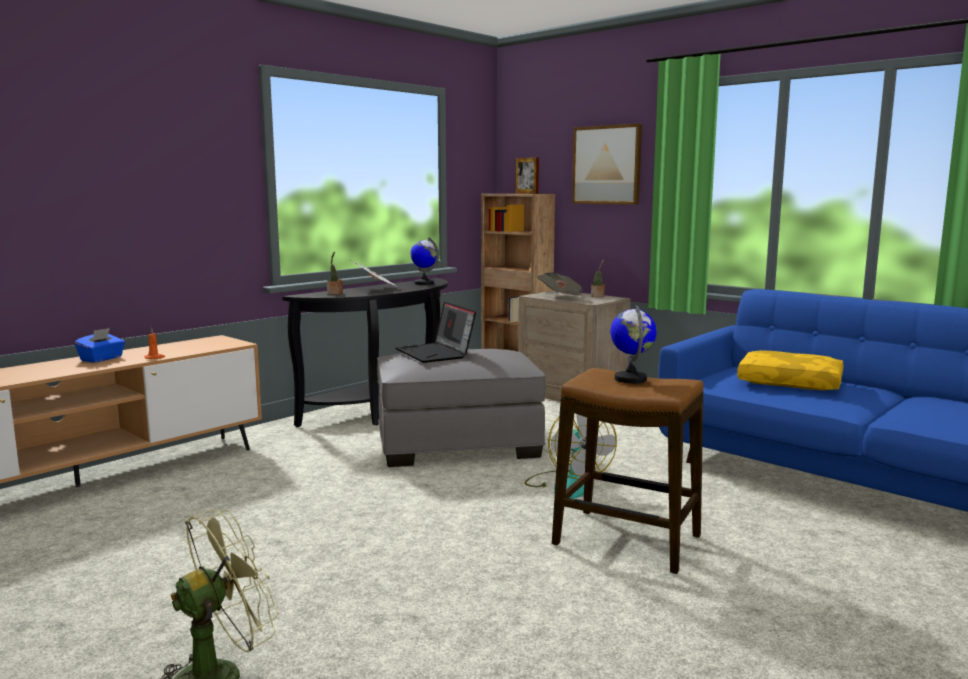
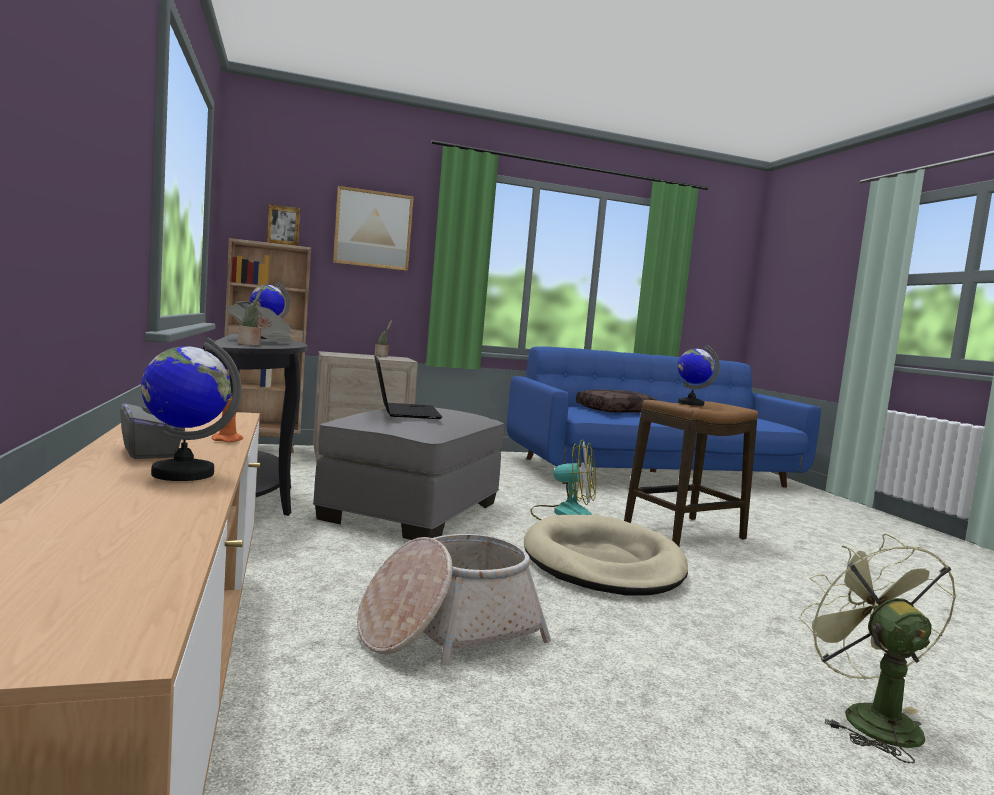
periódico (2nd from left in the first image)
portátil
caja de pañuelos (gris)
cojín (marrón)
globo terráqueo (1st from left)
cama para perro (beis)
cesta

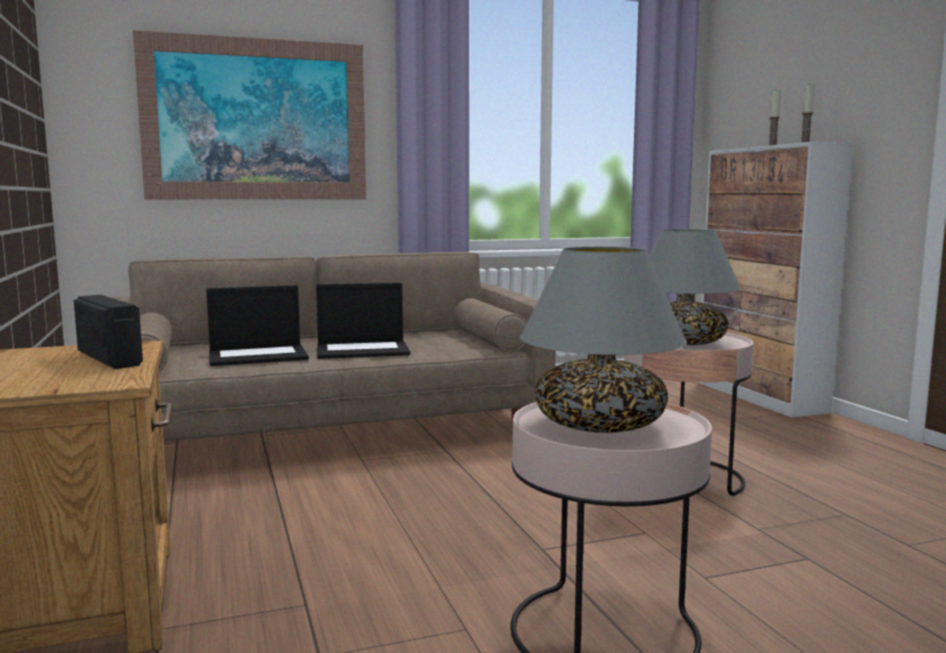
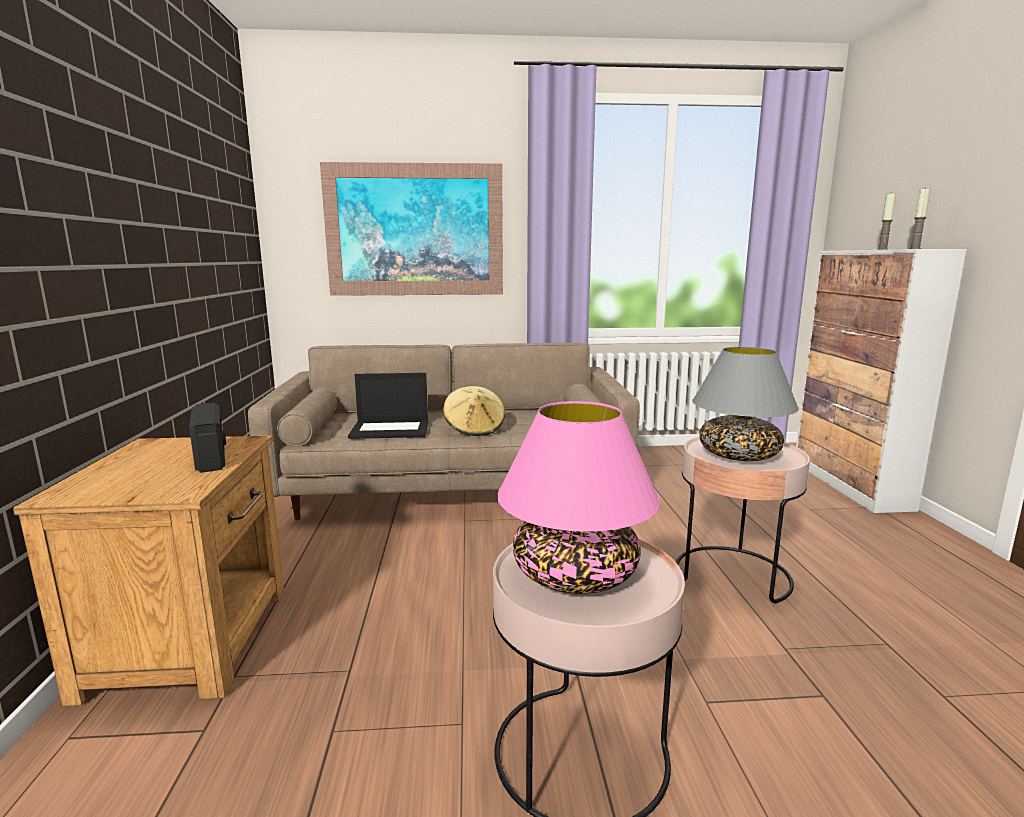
lámpara de mesa (rosa)
sombrero (beis)

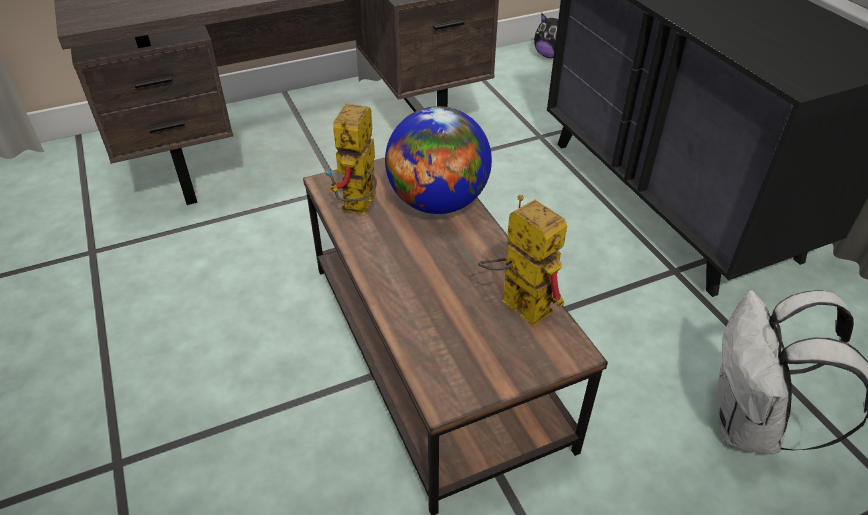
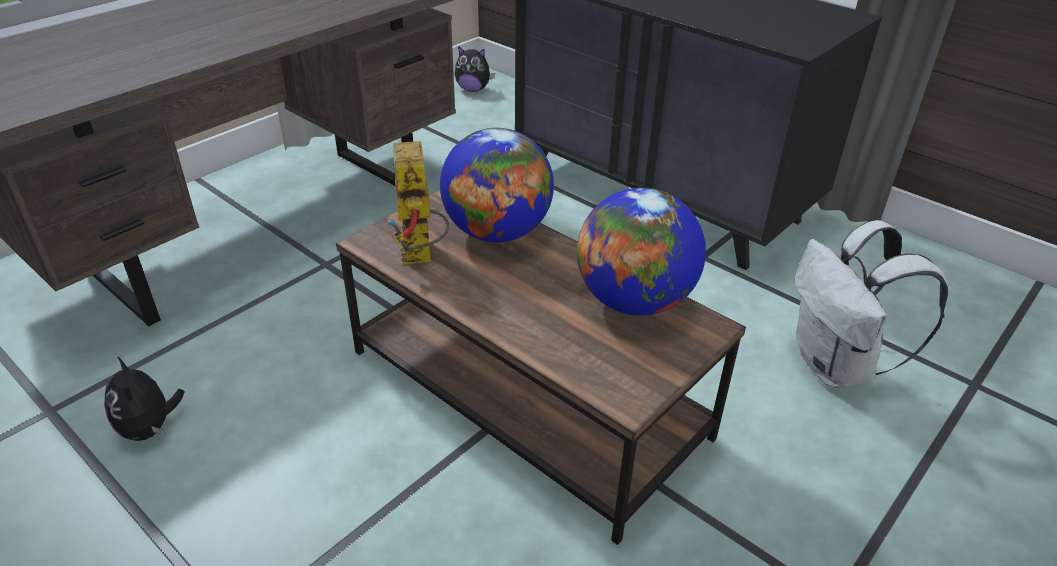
globo terráqueo (2nd from left)
peluche (1st from left)

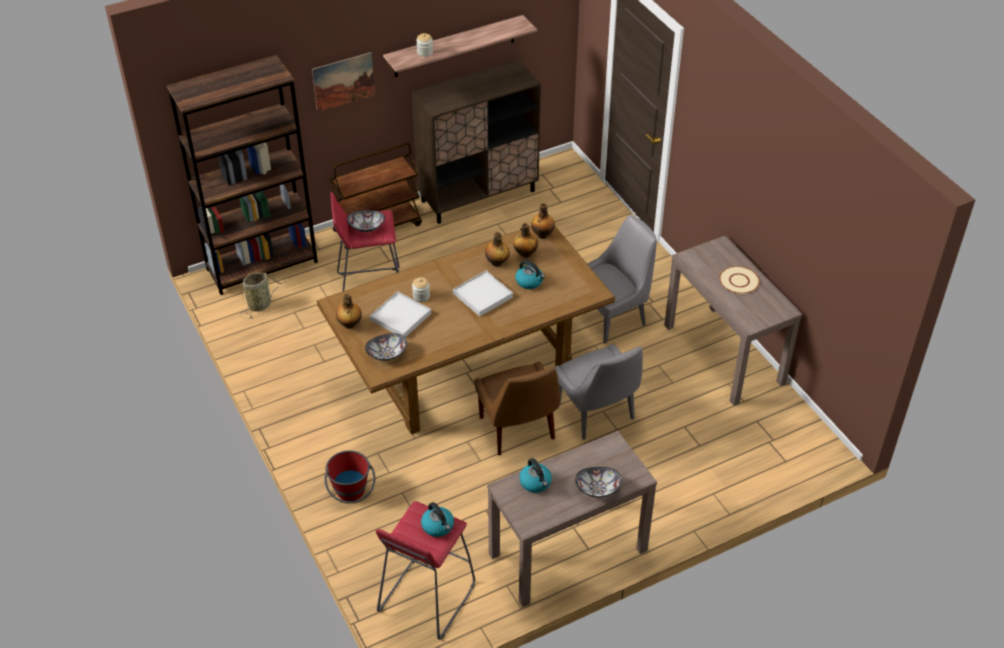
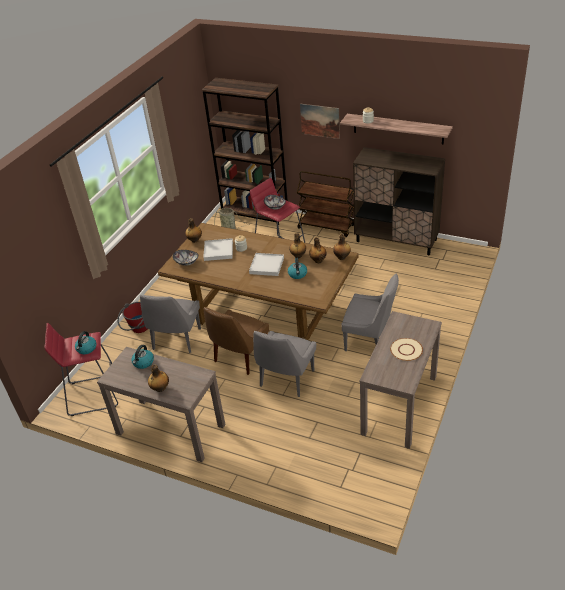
botella (1st from left)
silla (gris) (1st from left)

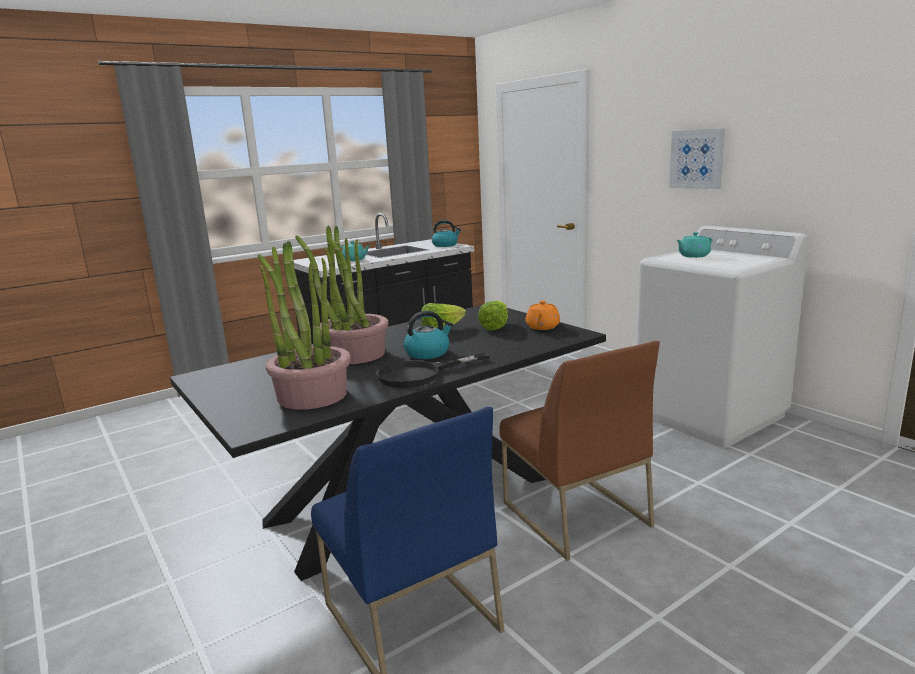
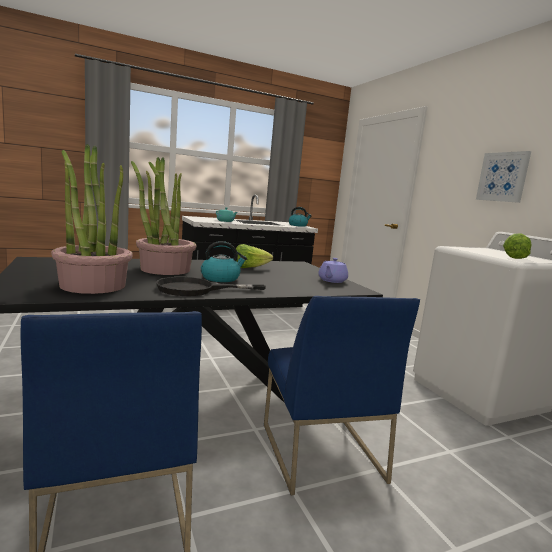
tetera (turquesa) (2nd from left in the first image)
lechuga (2nd from left)
tetera (morado)
silla (azul) (2nd from left)

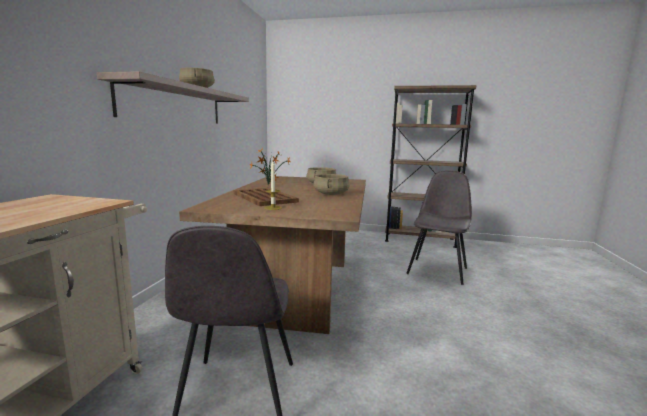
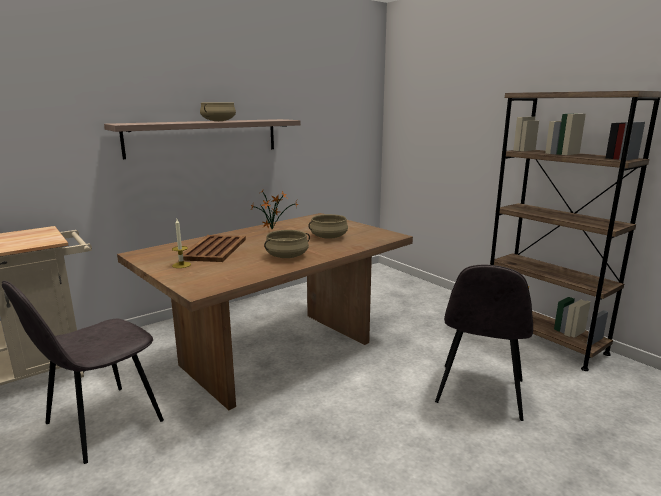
silla (gris) (2nd from left)

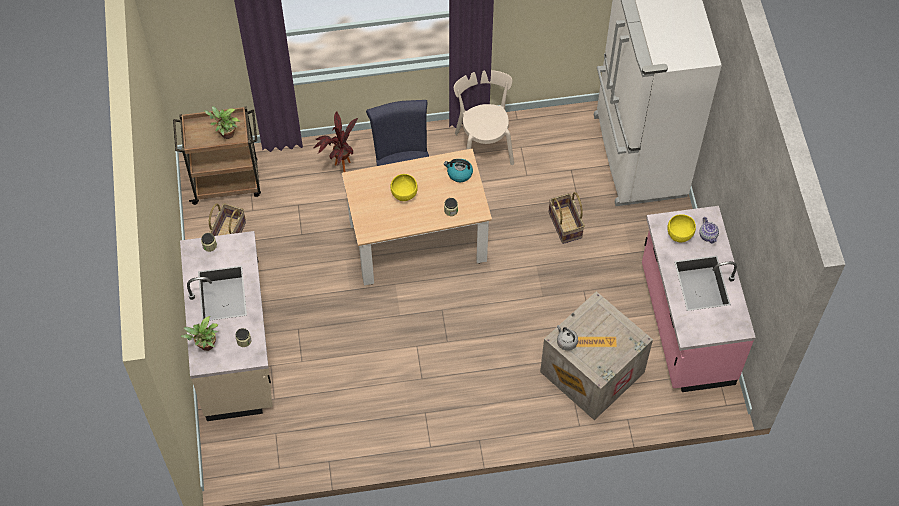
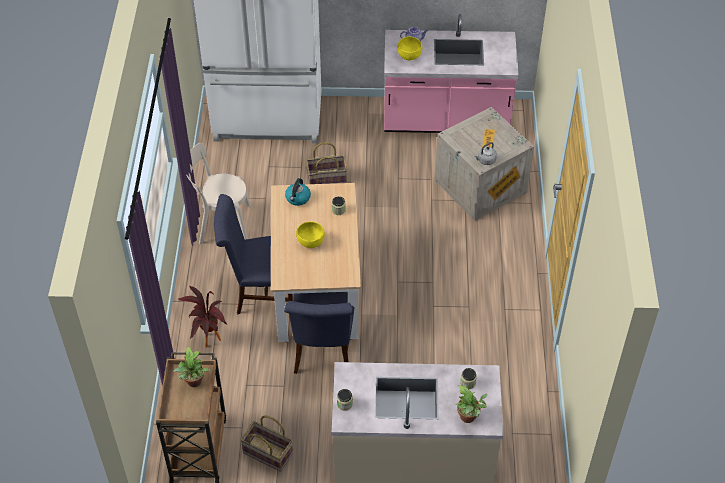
silla (azul) (2nd from left)

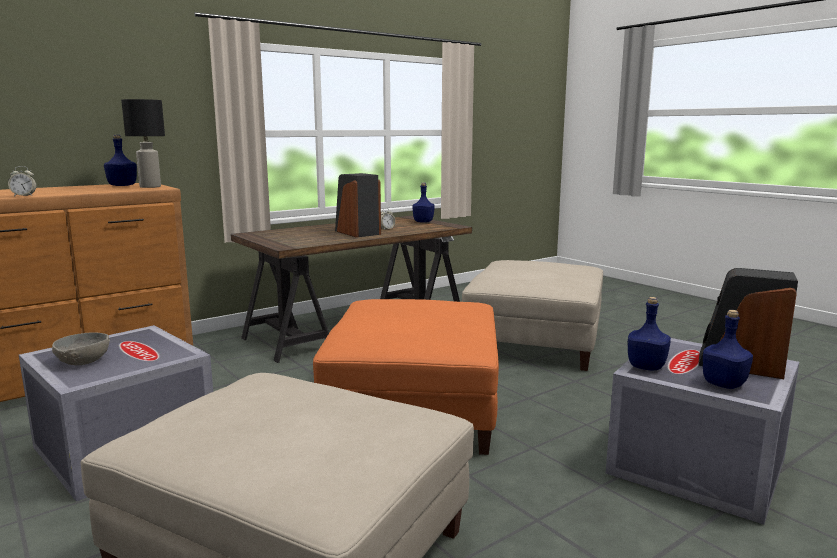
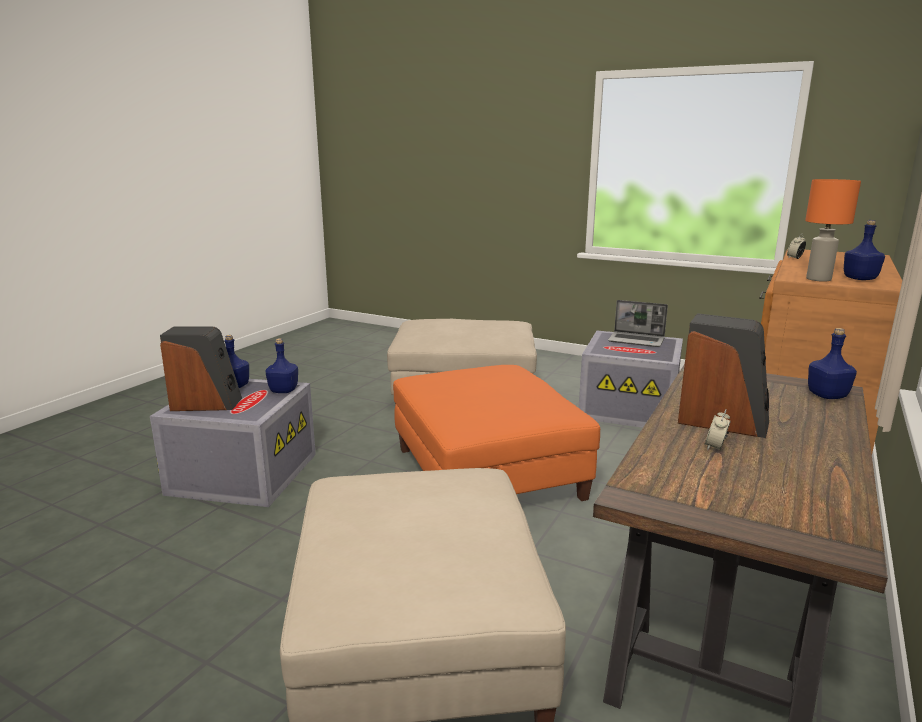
lámpara de mesa (naranja)
botella (azul) (3rd from left)
portátil

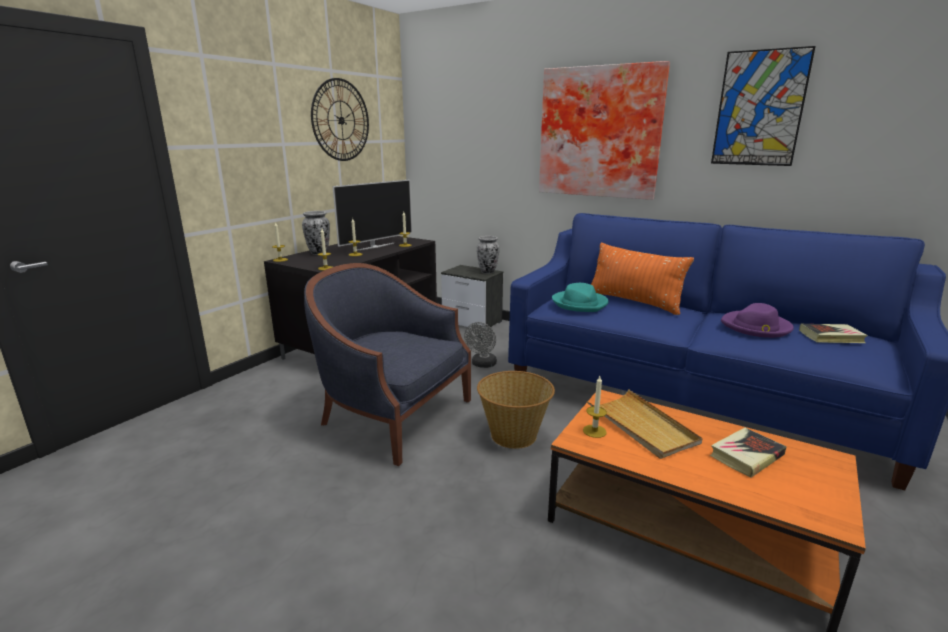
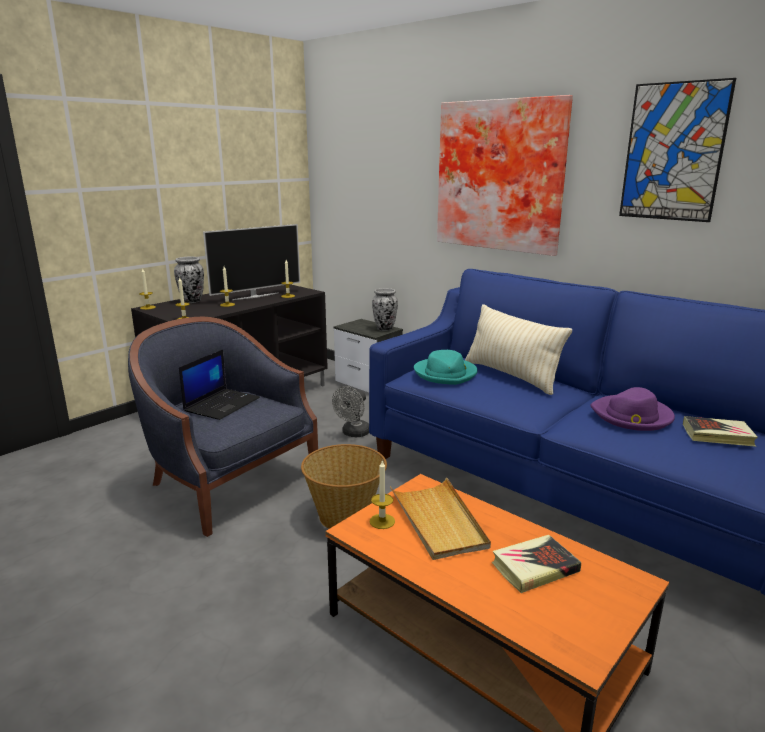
reloj de pared
cojín (beis)
portátil

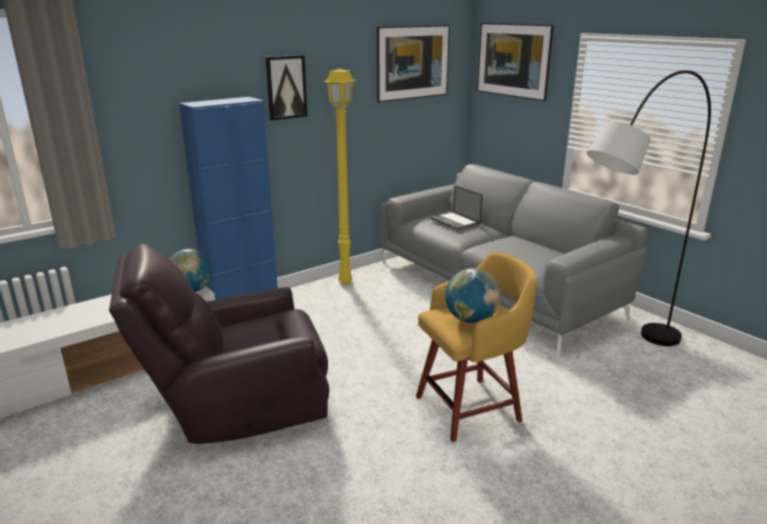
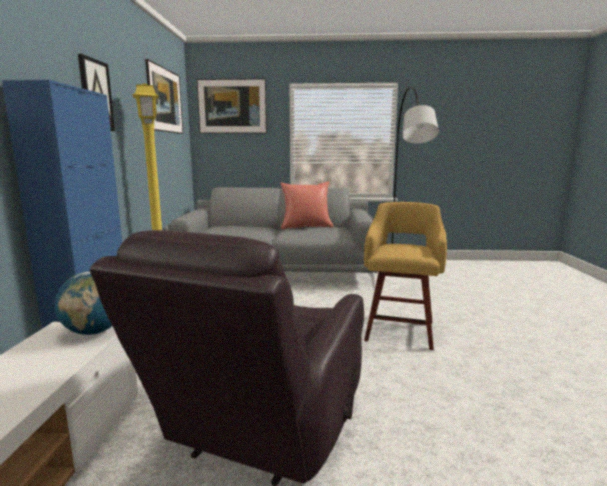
portátil
globo terráqueo (2nd from left in the first image)
cojín (rojo)

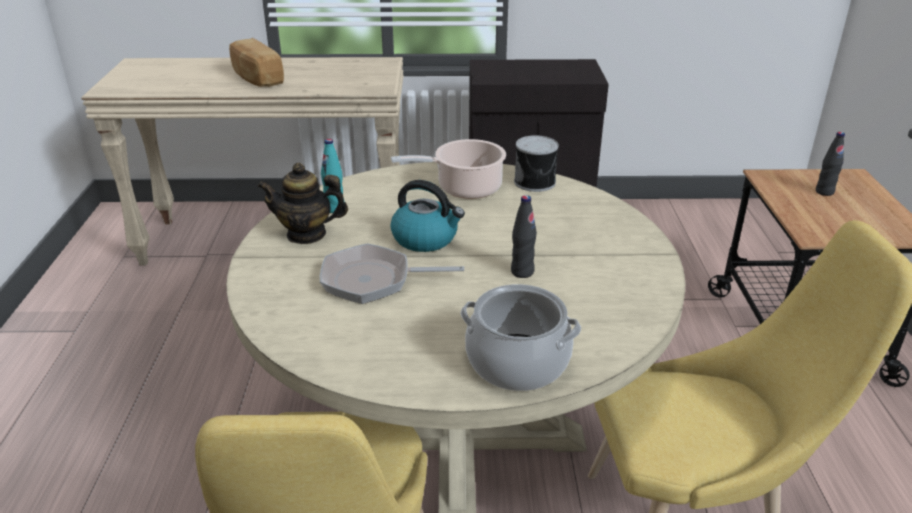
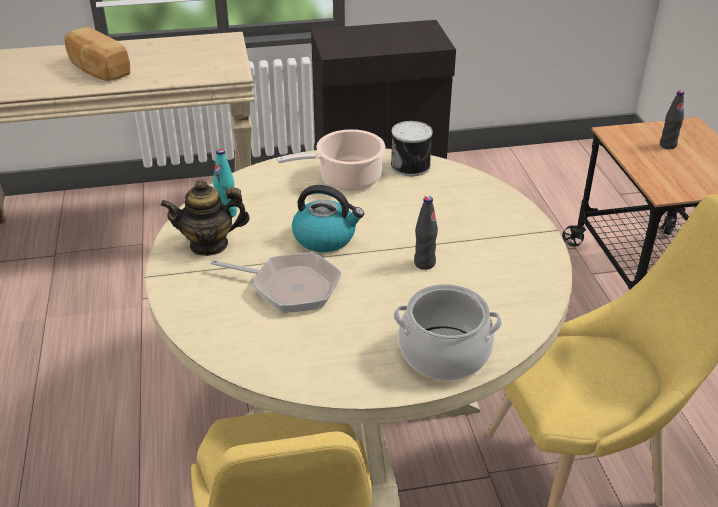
sartén

